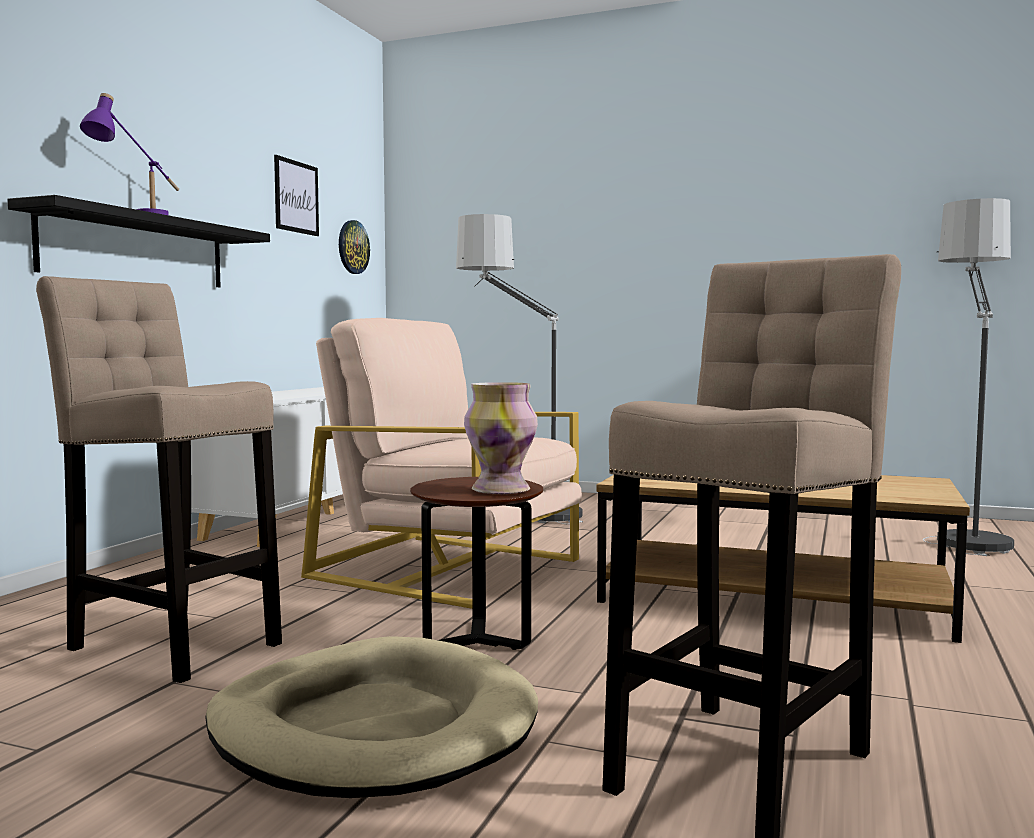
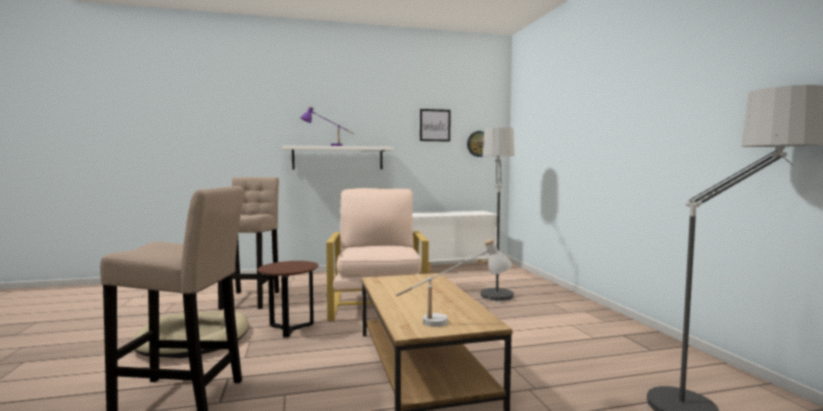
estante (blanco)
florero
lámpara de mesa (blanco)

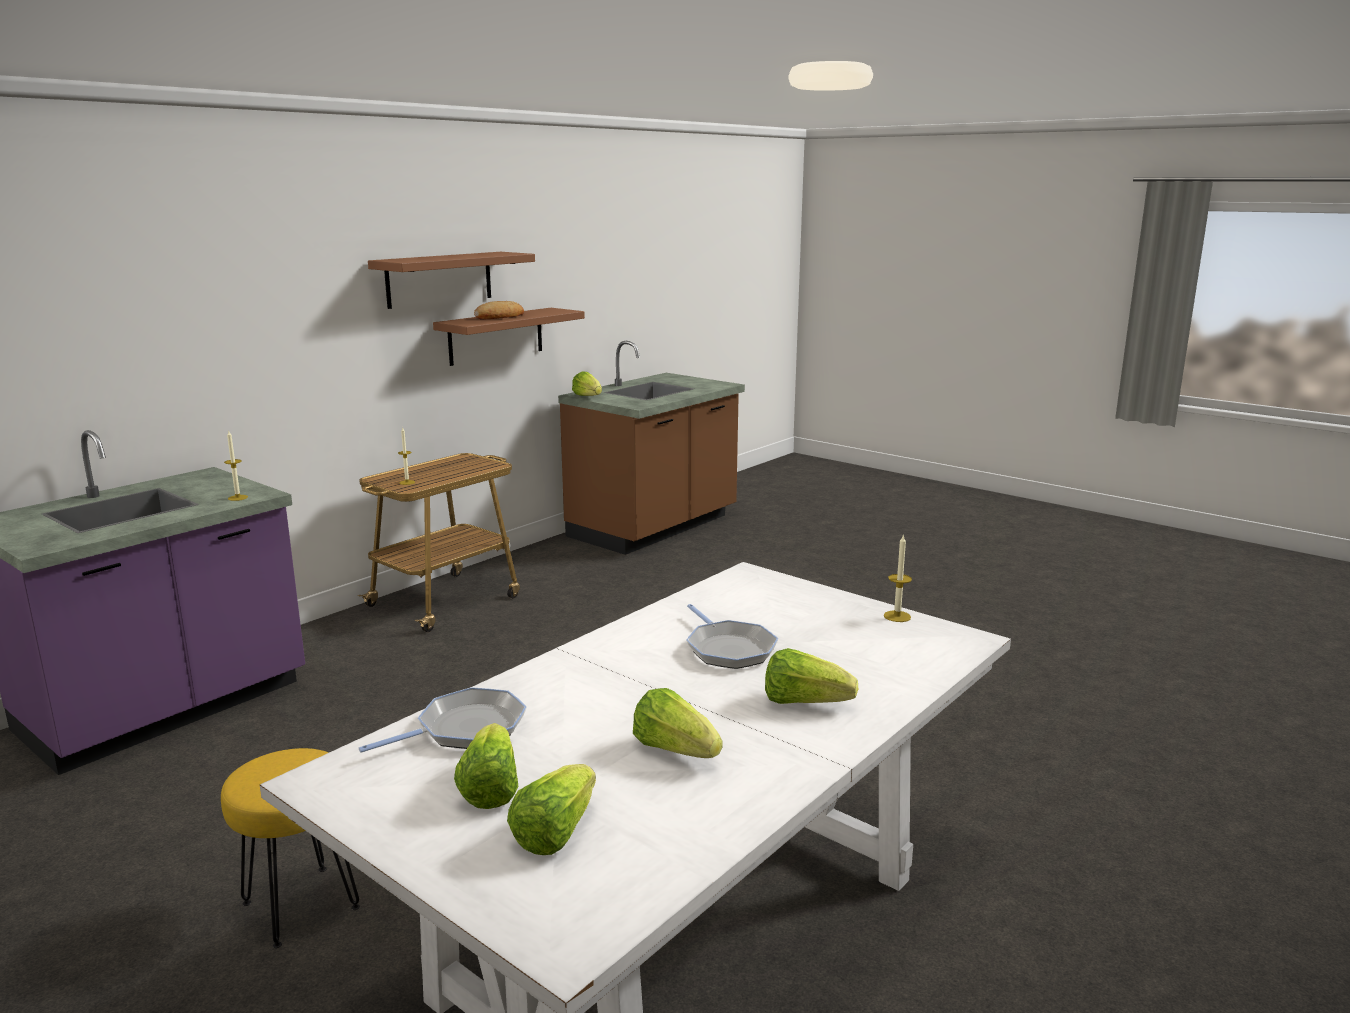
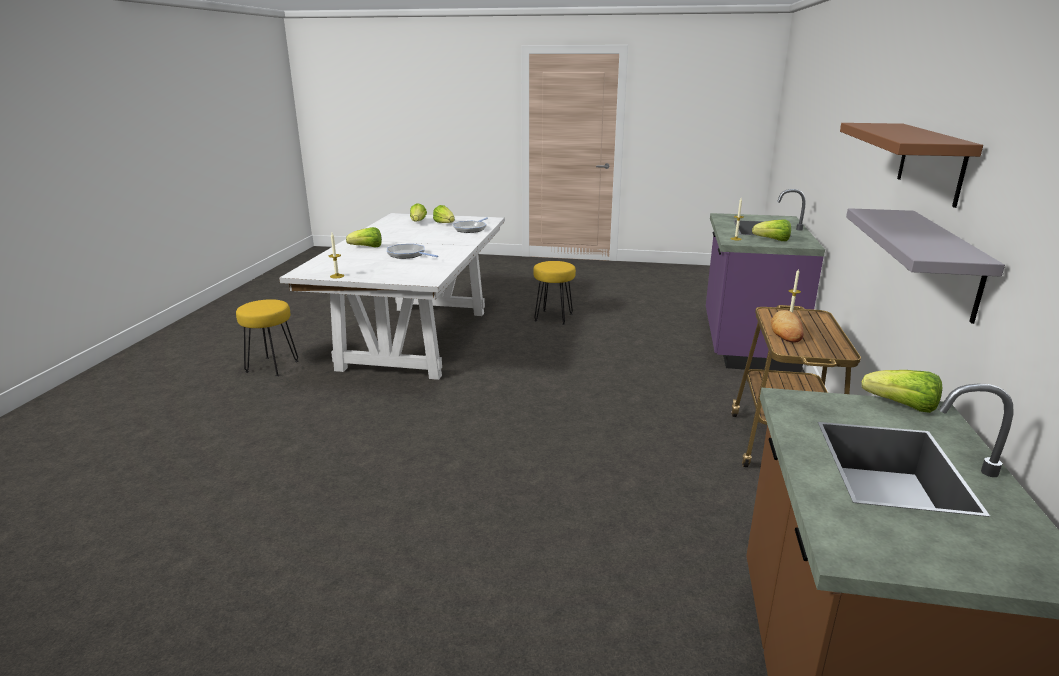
pan
estante (gris)
lechuga (4th from left)
taburete (amarillo) (1st from left)

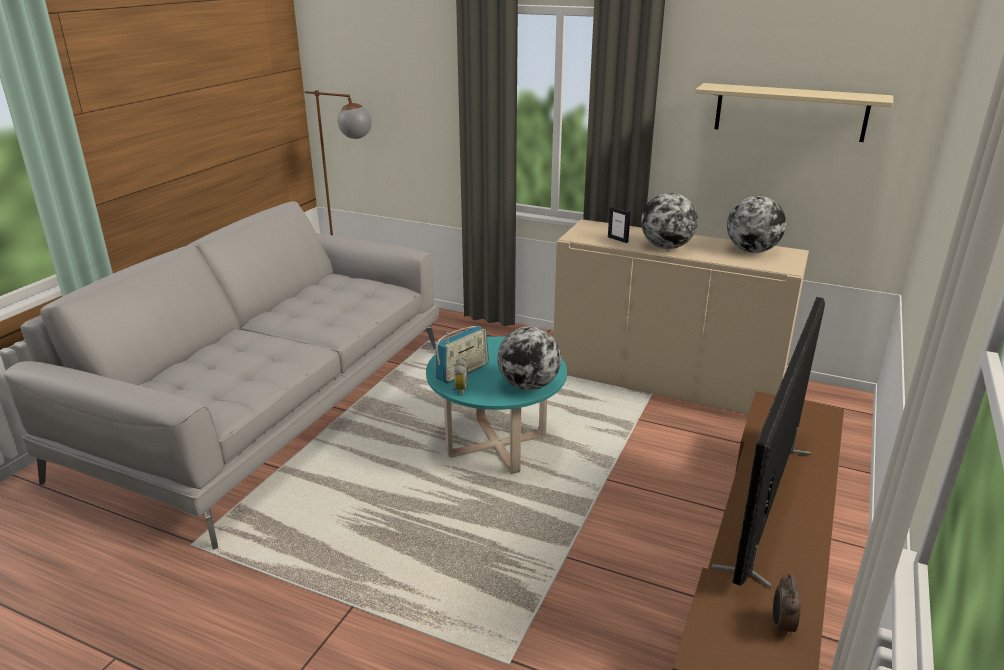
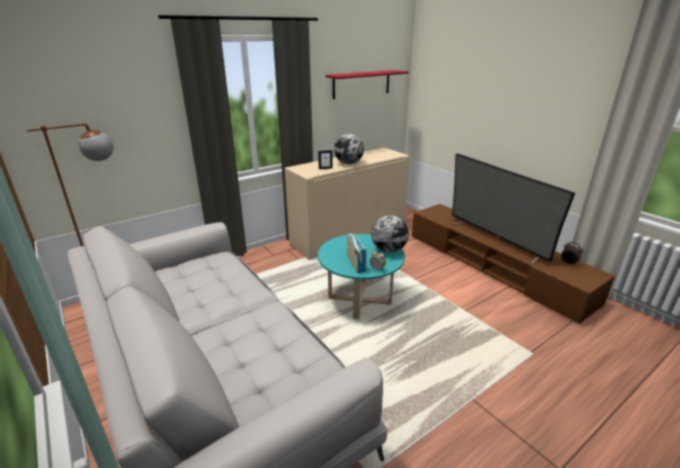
estante (rojo)
globo terráqueo (3rd from left in the first image)

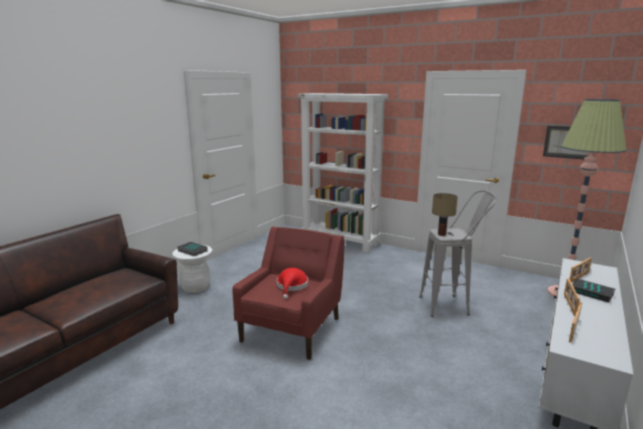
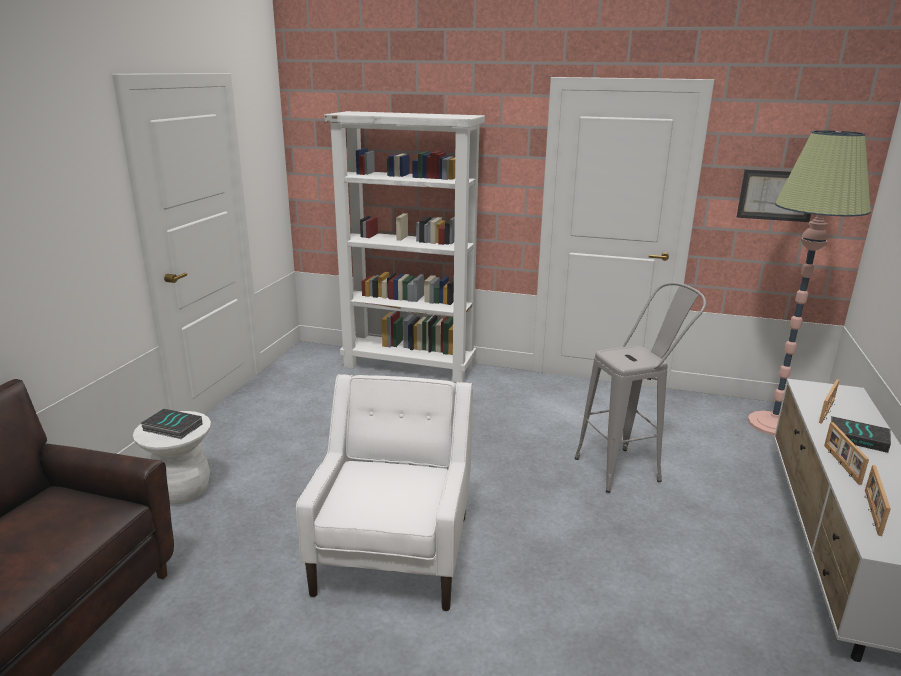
lámpara de mesa
sillón (blanco)
sombrero (rojo)

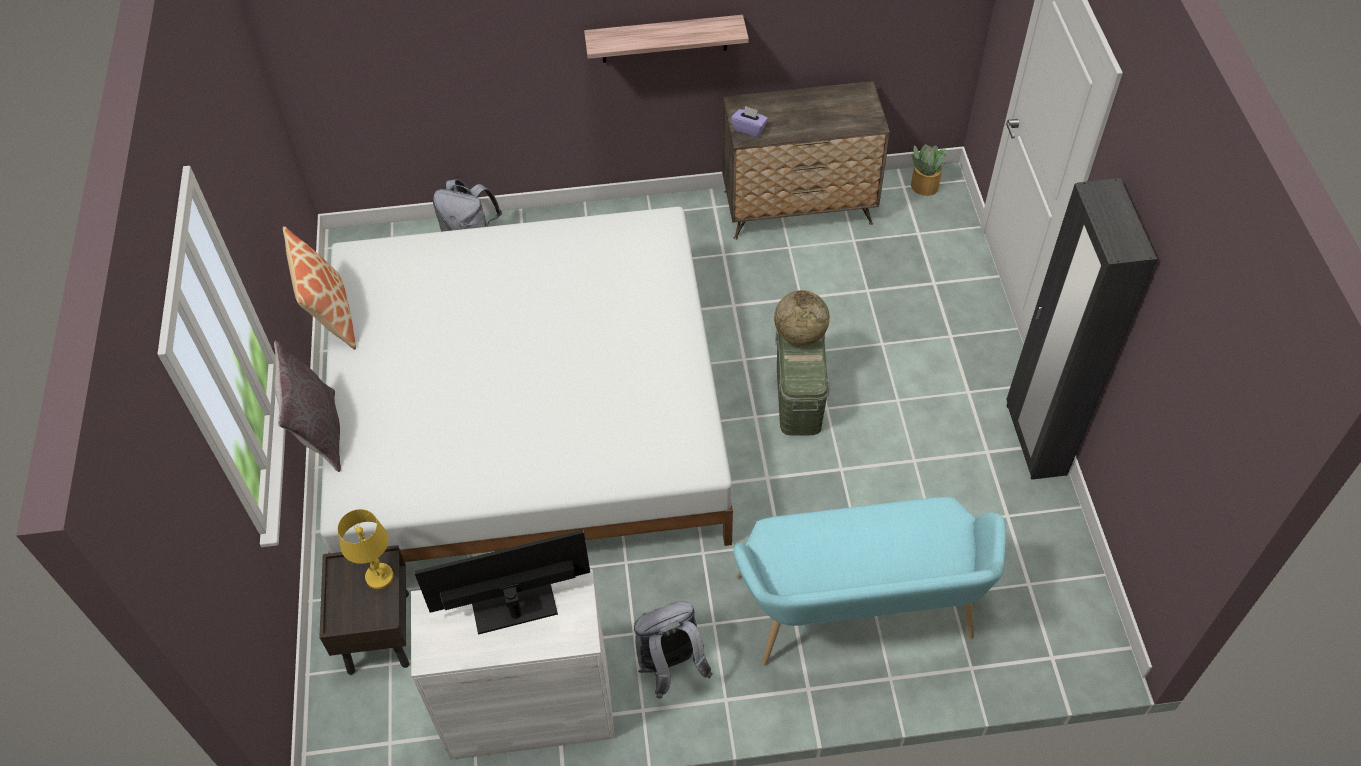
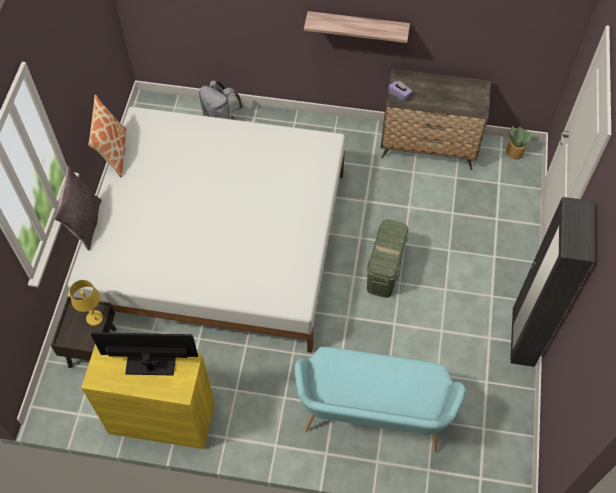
globo terráqueo
armario (amarillo)
mochila (gris) (2nd from left in the first image)

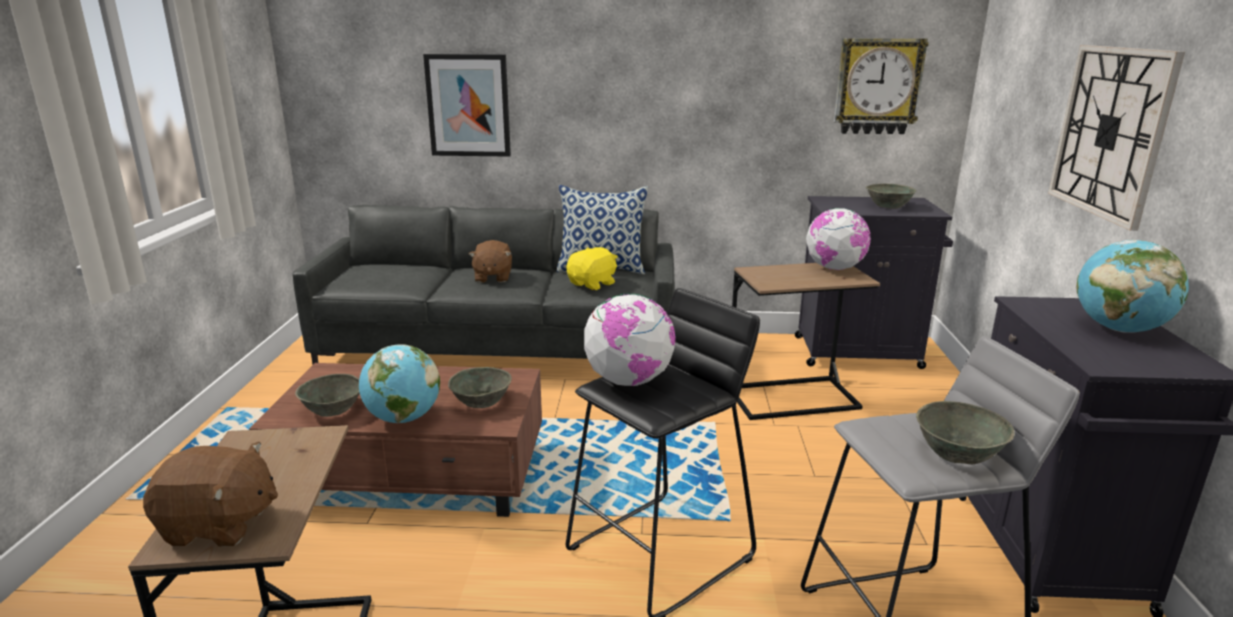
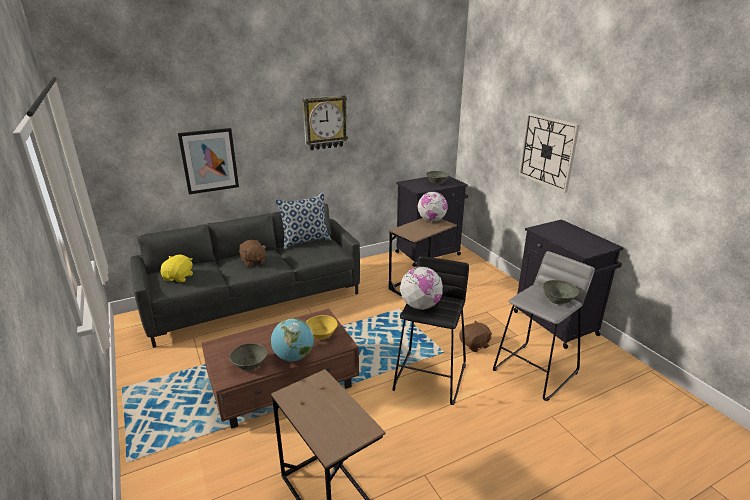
reloj de pared (1st from left)
globo terráqueo (4th from left in the first image)
peluche (amarillo)
cuenco (amarillo)
peluche (marrón) (2nd from left)

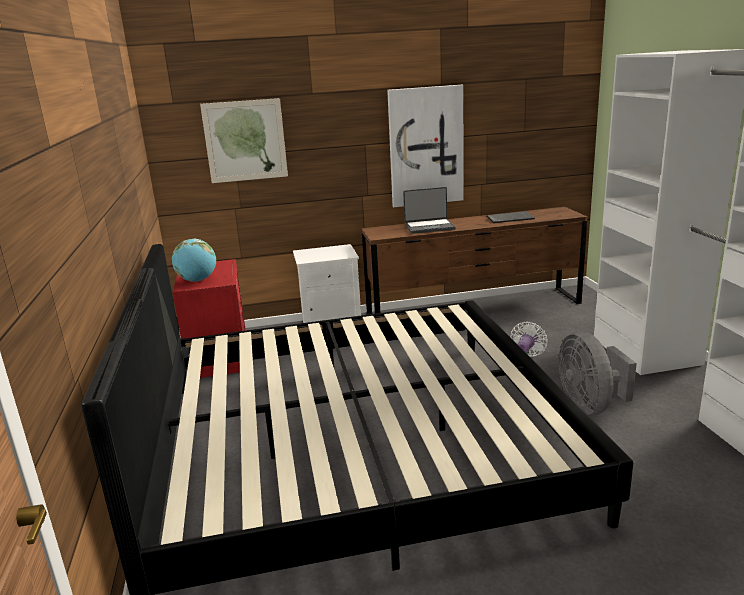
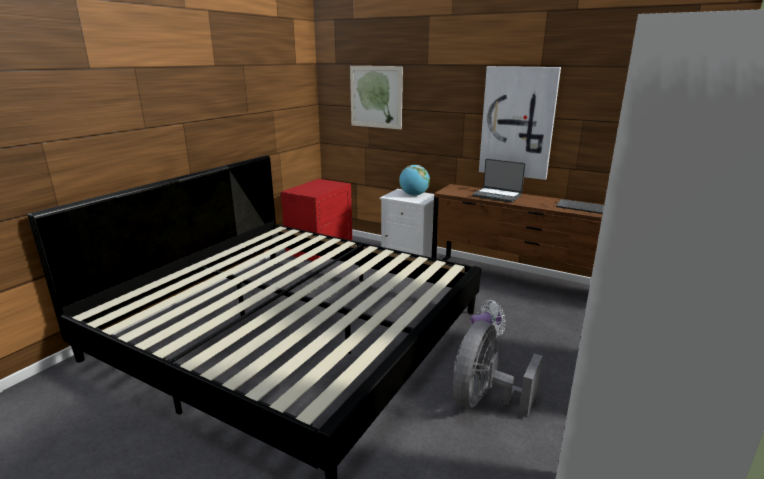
globo terráqueo

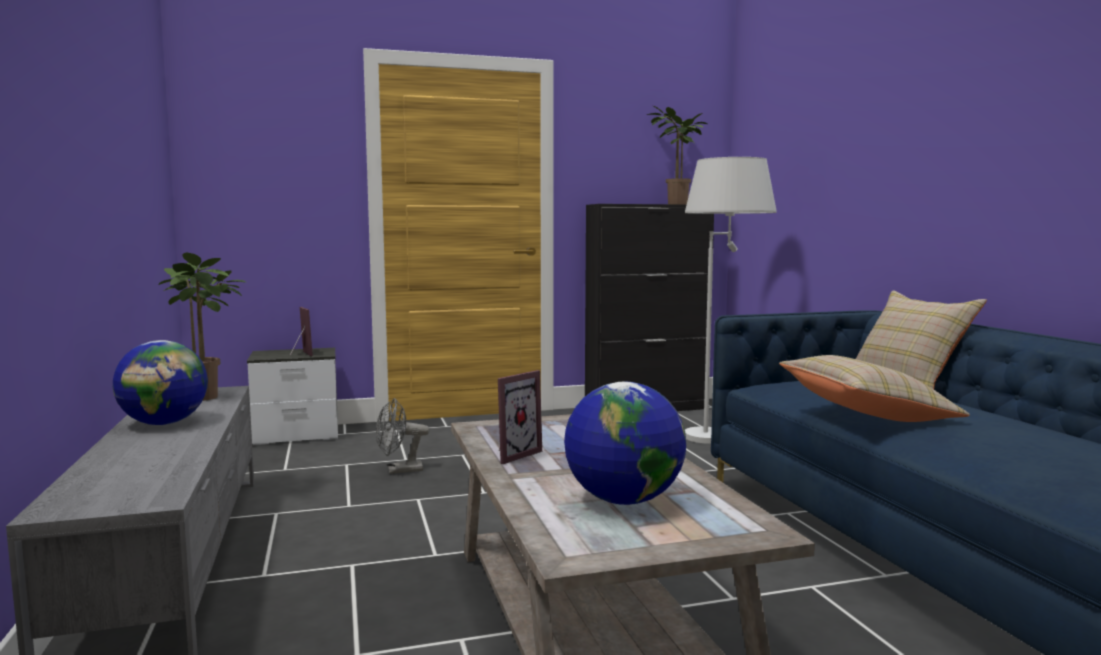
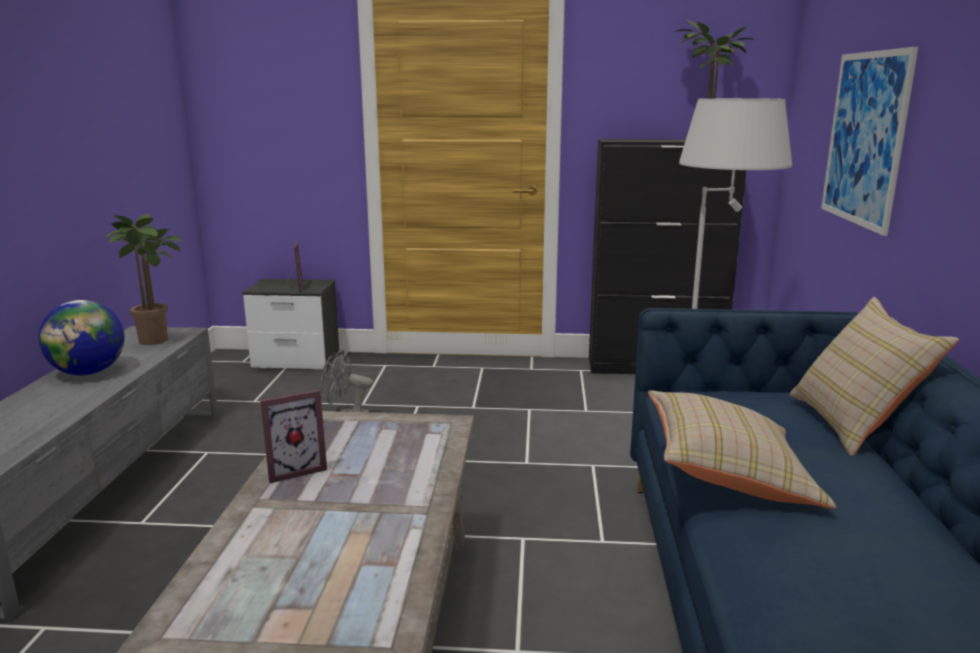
globo terráqueo (2nd from left in the first image)
cuadro

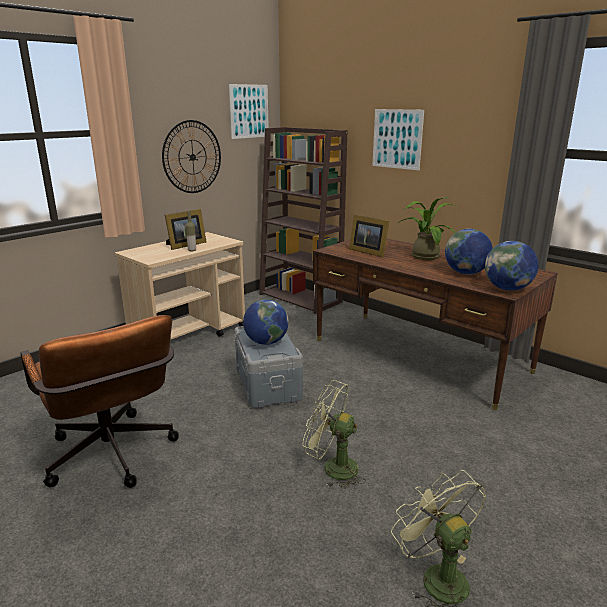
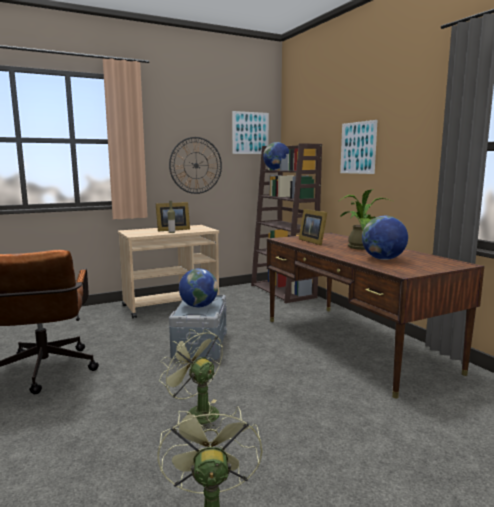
globo terráqueo (2nd from left)

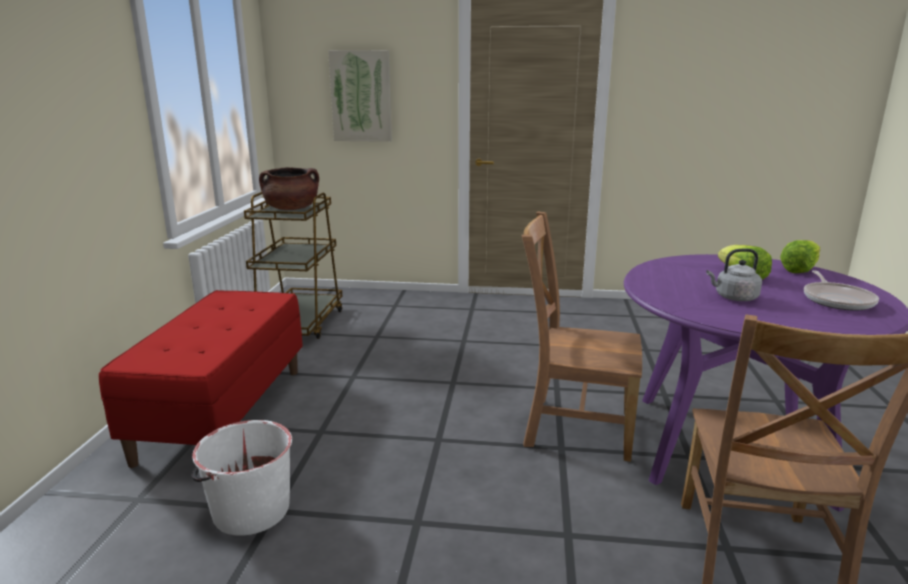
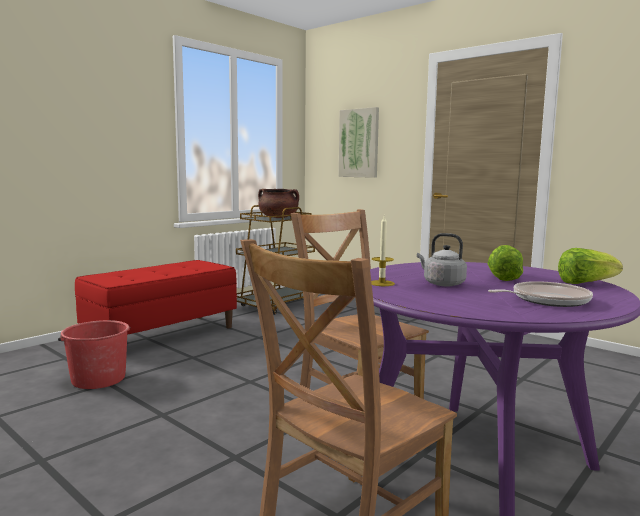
sartén
cubo (rojo)
vela

